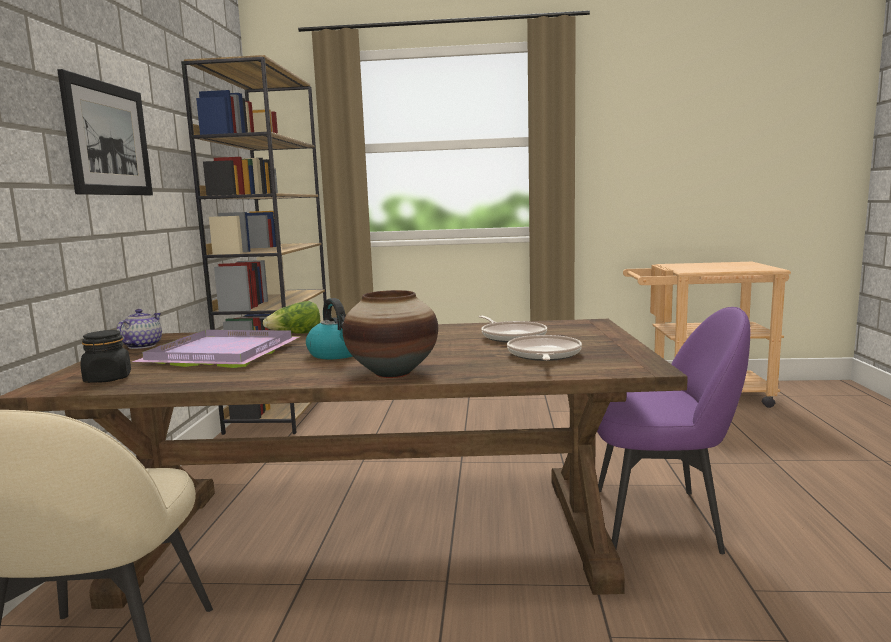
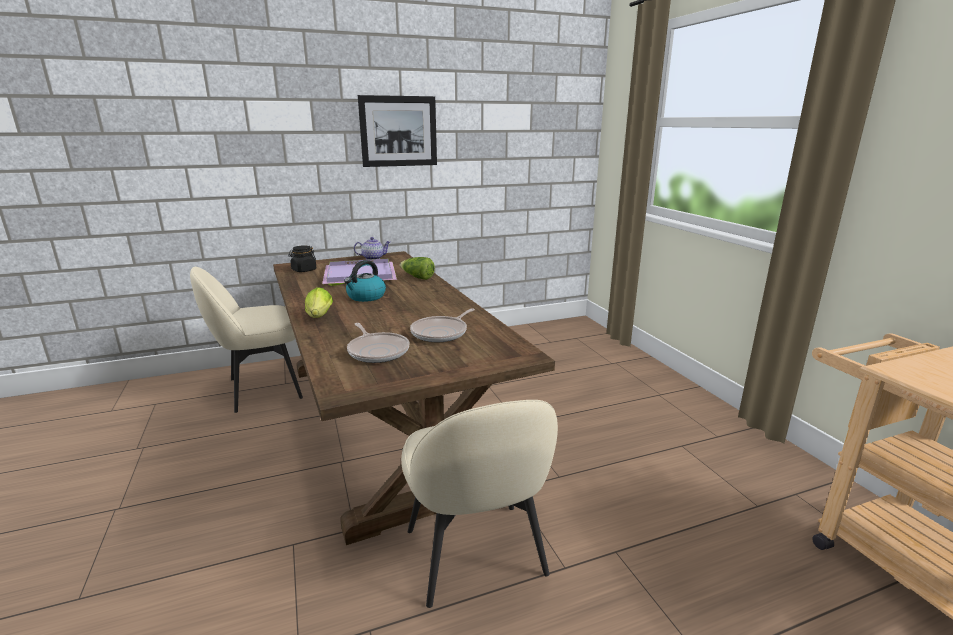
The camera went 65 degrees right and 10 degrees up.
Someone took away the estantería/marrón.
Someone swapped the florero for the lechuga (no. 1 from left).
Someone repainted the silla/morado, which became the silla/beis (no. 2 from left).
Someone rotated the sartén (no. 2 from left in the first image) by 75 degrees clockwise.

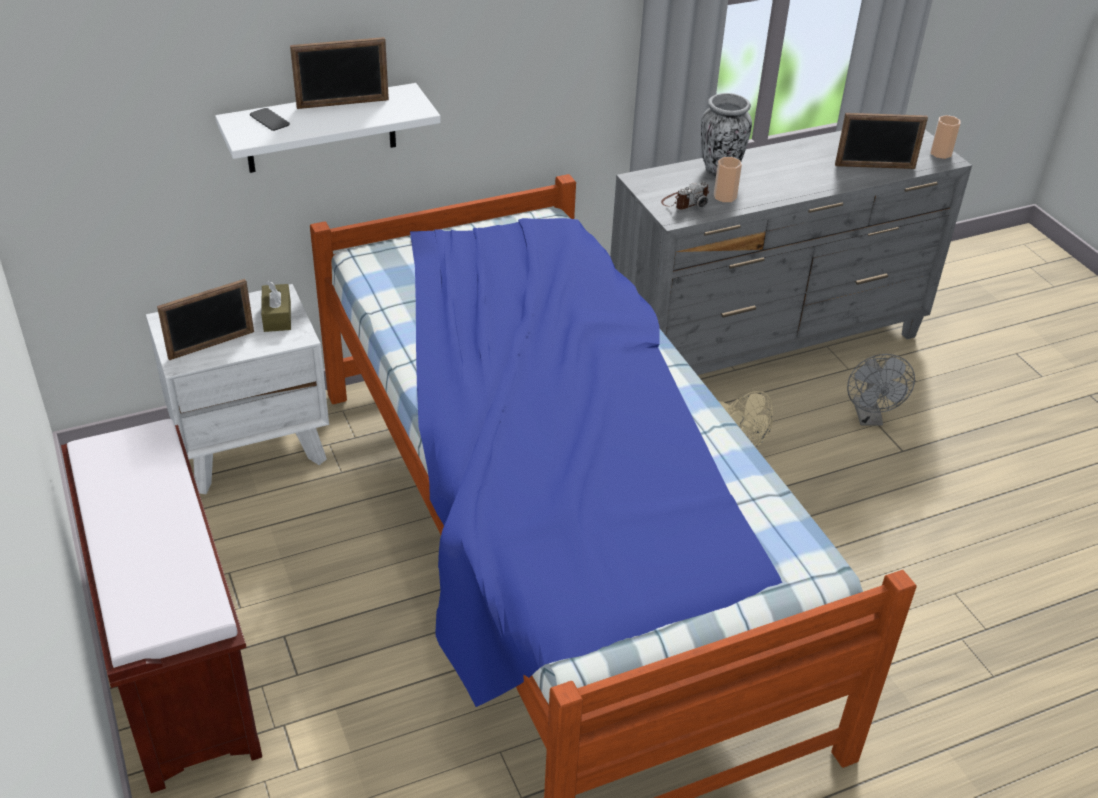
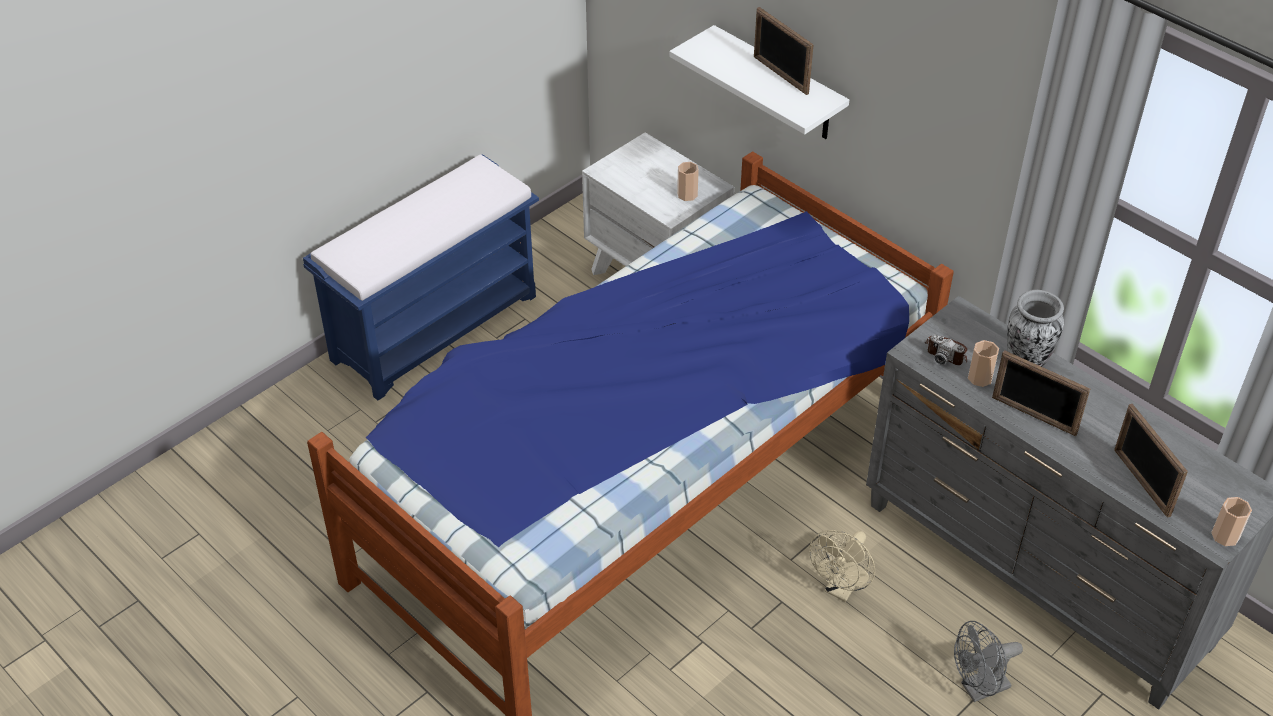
The camera went 70 degrees right and 5 degrees up.
Someone took away the móvil.
Someone carried the portarretratos (no. 1 from left in the first image).
Someone swapped the caja de pañuelos/marrón for the taza (no. 1 from left).
Someone repainted the banco/marrón, which became the banco/azul.

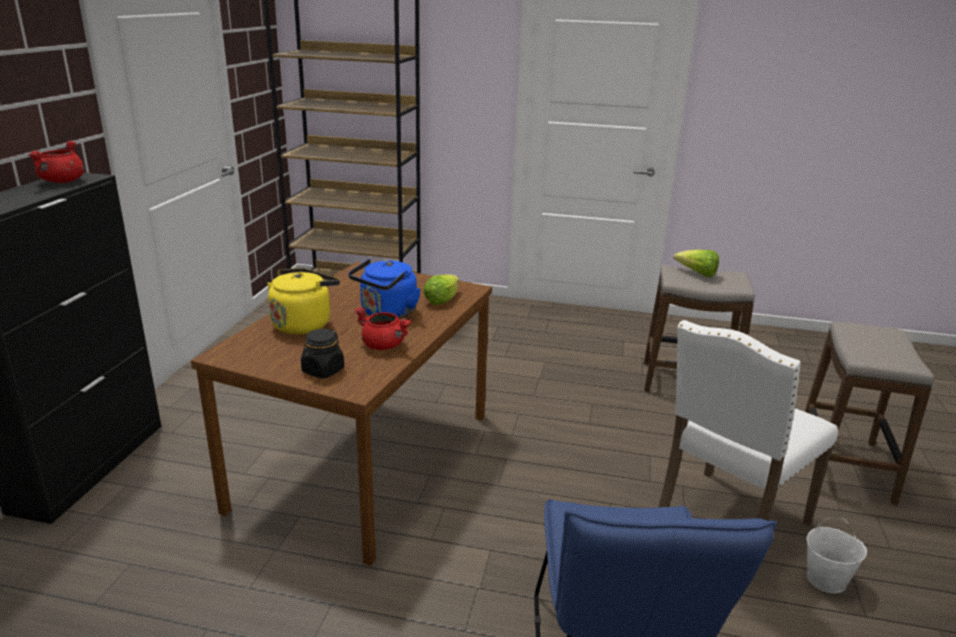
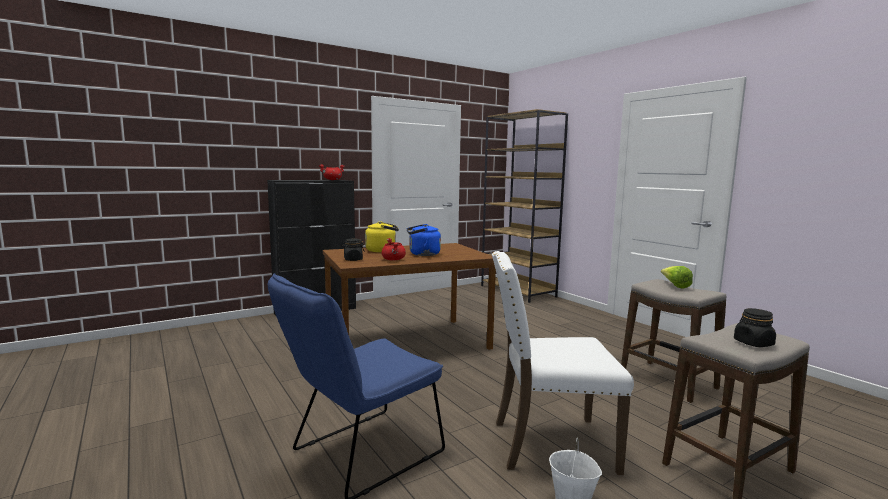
The camera went 45 degrees right and 15 degrees down.
Someone took away the lechuga (no. 1 from left).
Someone put down the tarro/negro (no. 2 from left).

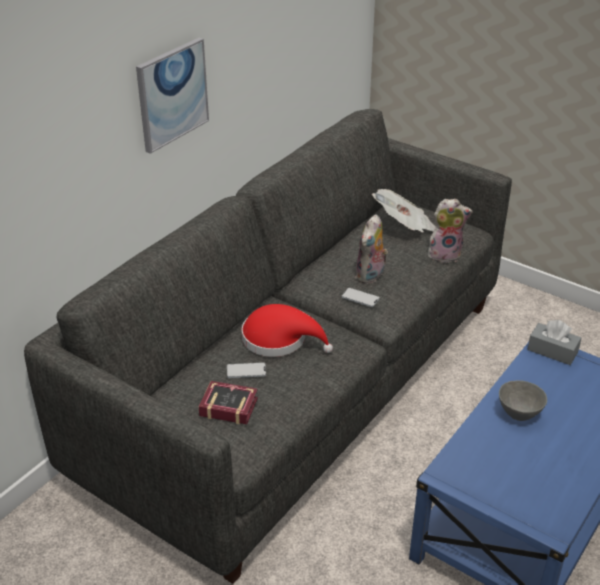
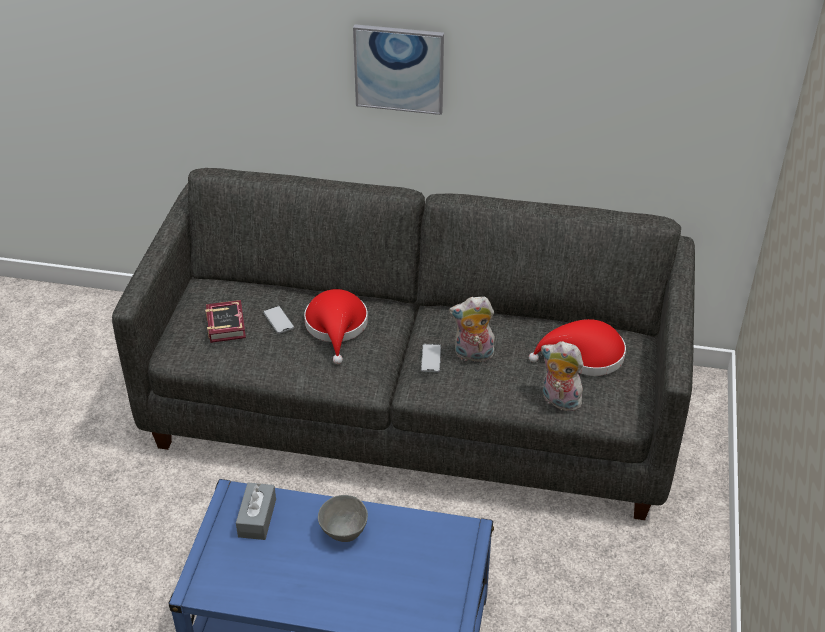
The camera went 65 degrees right and 5 degrees up.
Someone swapped the periódico for the sombrero/rojo (no. 2 from left).
Someone rotated the peluche (no. 2 from left) by 150 degrees clockwise.
Someone carried the caja de pañuelos/gris.

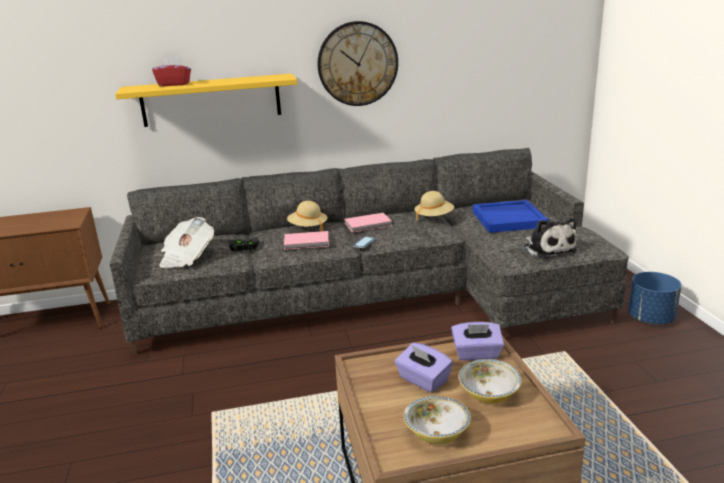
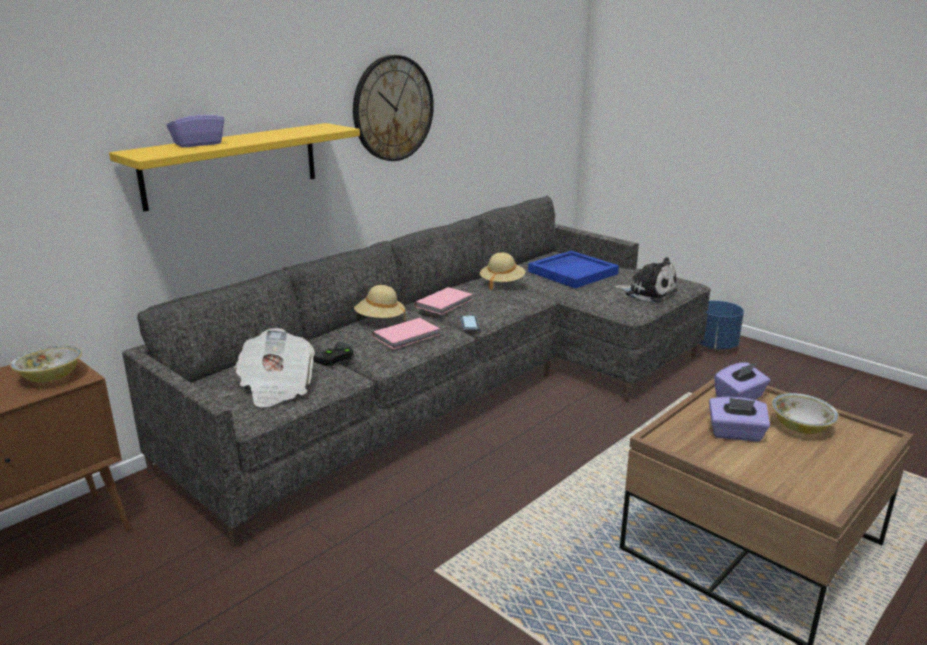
The camera went 35 degrees left and 0 degrees up.
Someone repainted the caja de pañuelos/rojo, which became the caja de pañuelos/morado (no. 1 from left).
Someone carried the cuenco (no. 1 from left).

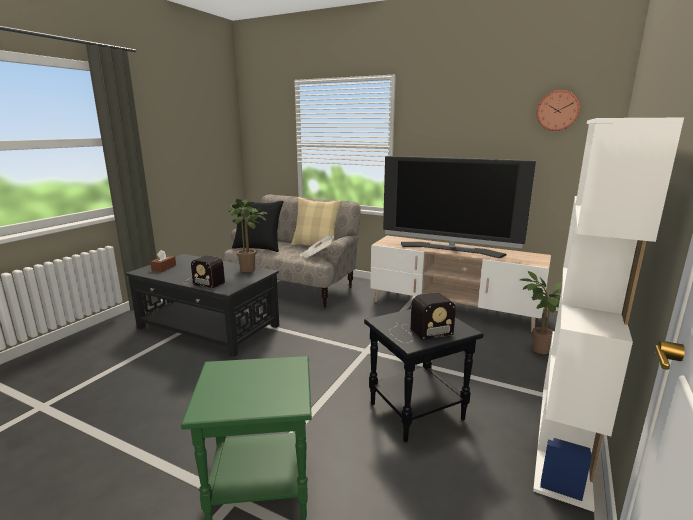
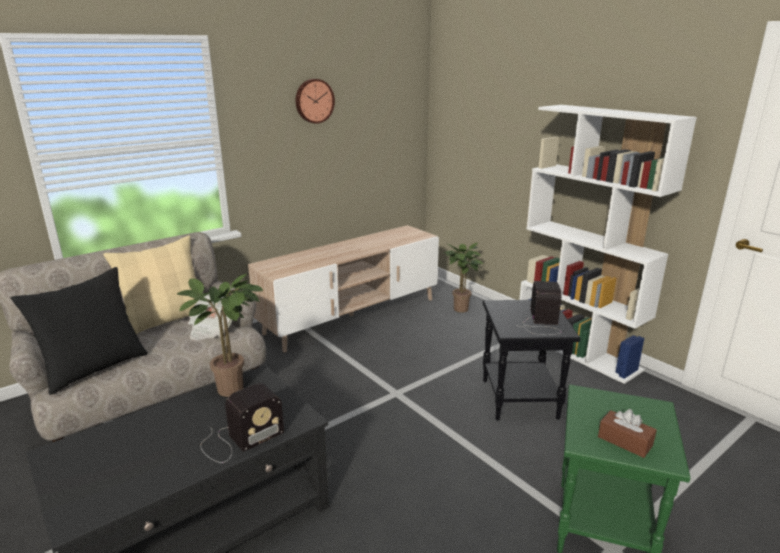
The camera went 65 degrees left and 5 degrees up.
Someone carried the reloj de pared.
Someone took away the televisor.
Someone carried the caja de pañuelos/marrón.

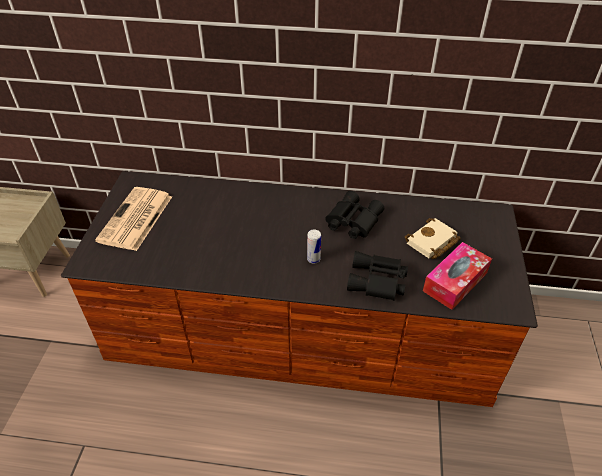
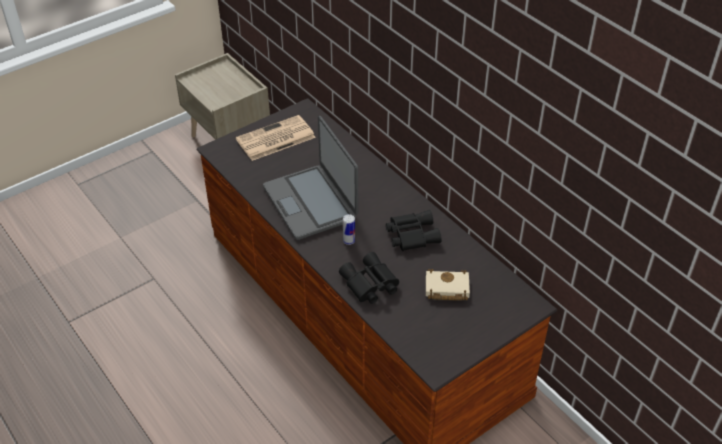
The camera went 45 degrees right and 0 degrees up.
Someone took away the caja de pañuelos.
Someone put down the portátil.

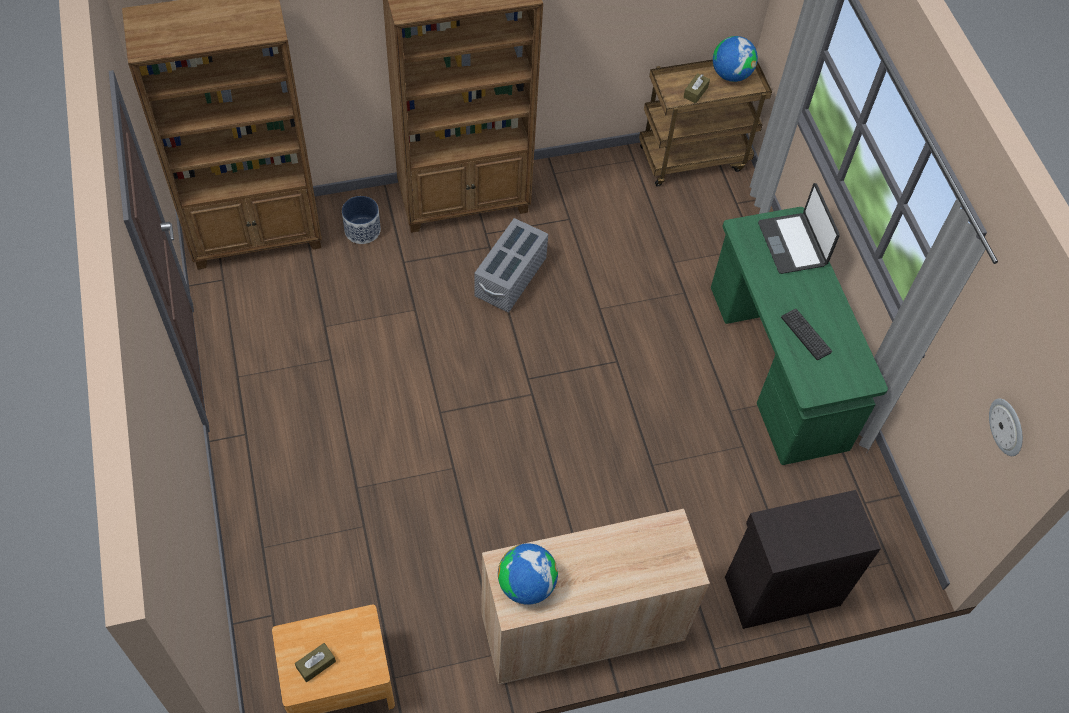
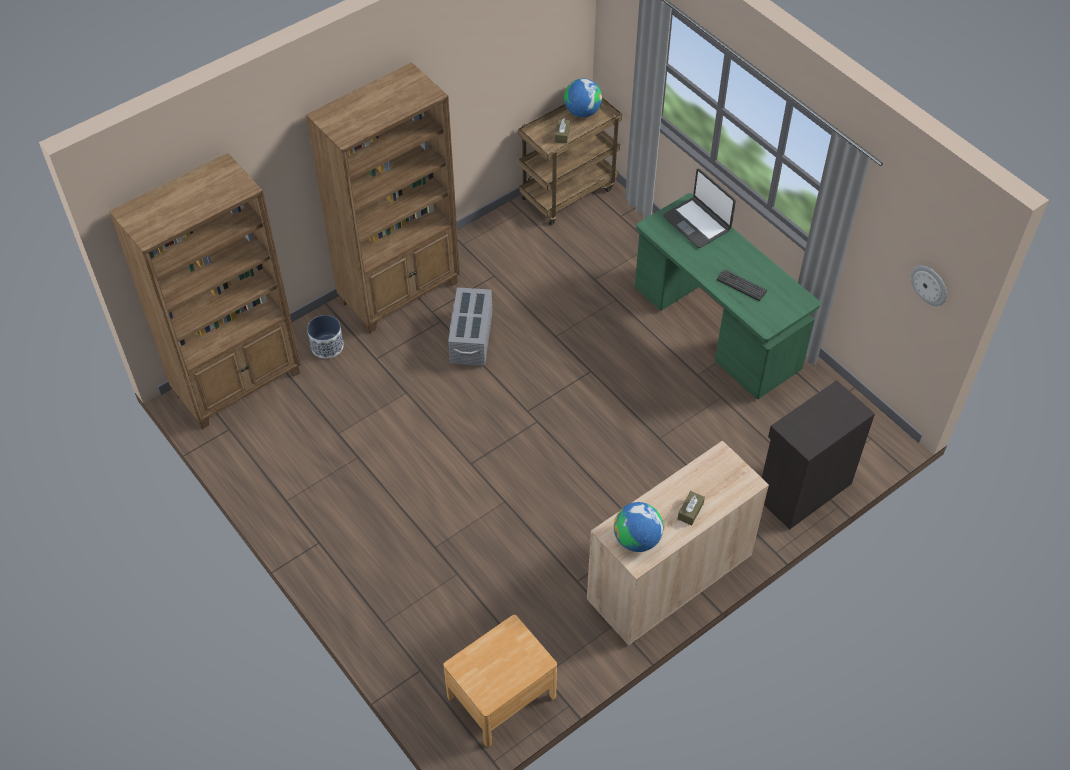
The camera went 20 degrees left and 5 degrees down.
Someone carried the caja de pañuelos/marrón (no. 1 from left in the first image).

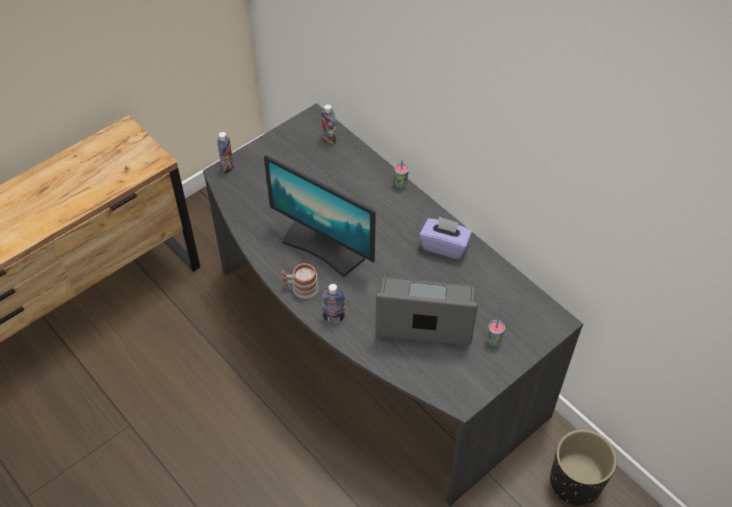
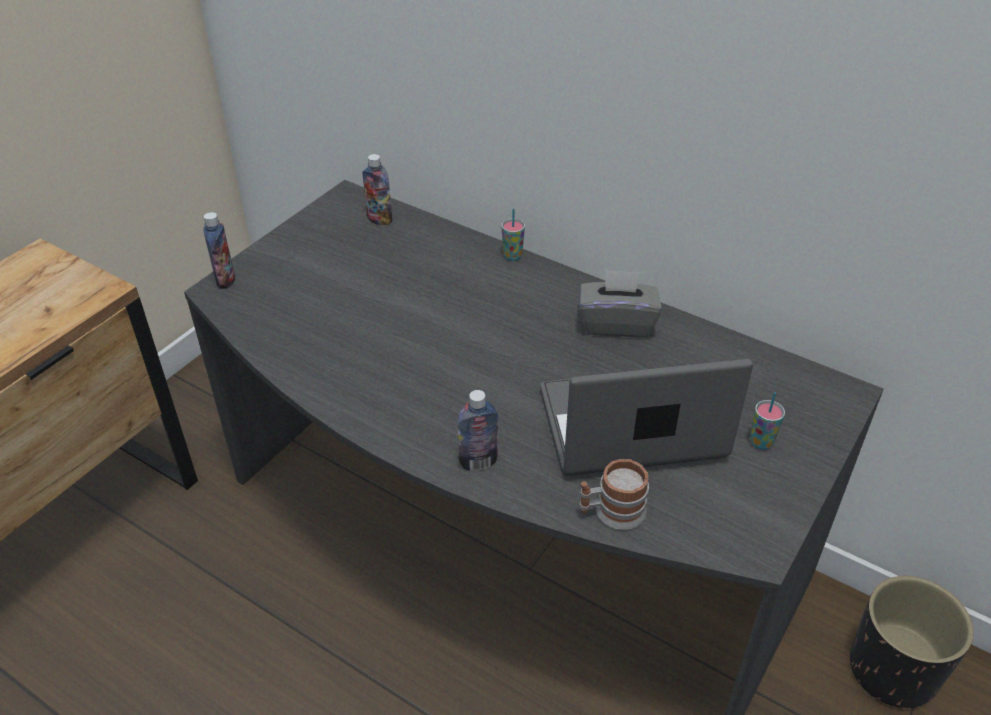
The camera went 15 degrees left and 10 degrees down.
Someone took away the monitor.
Someone repainted the caja de pañuelos/morado, which became the caja de pañuelos/gris.
Someone carried the taza grande.

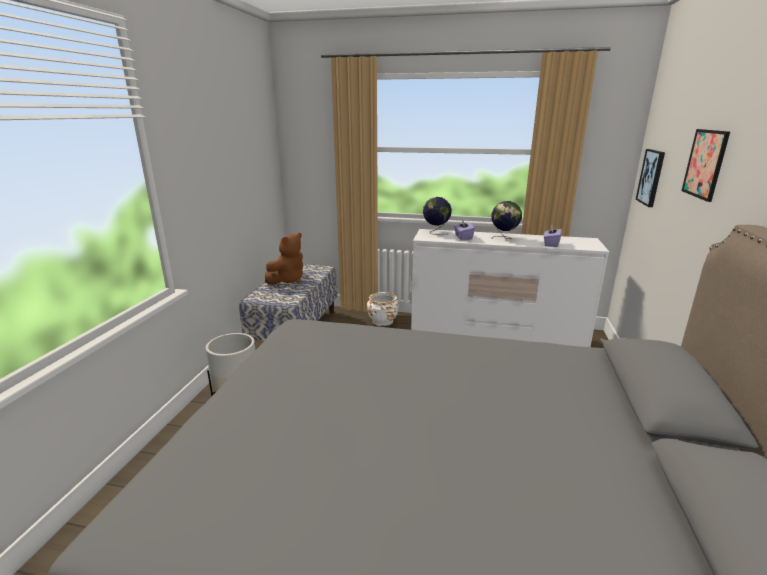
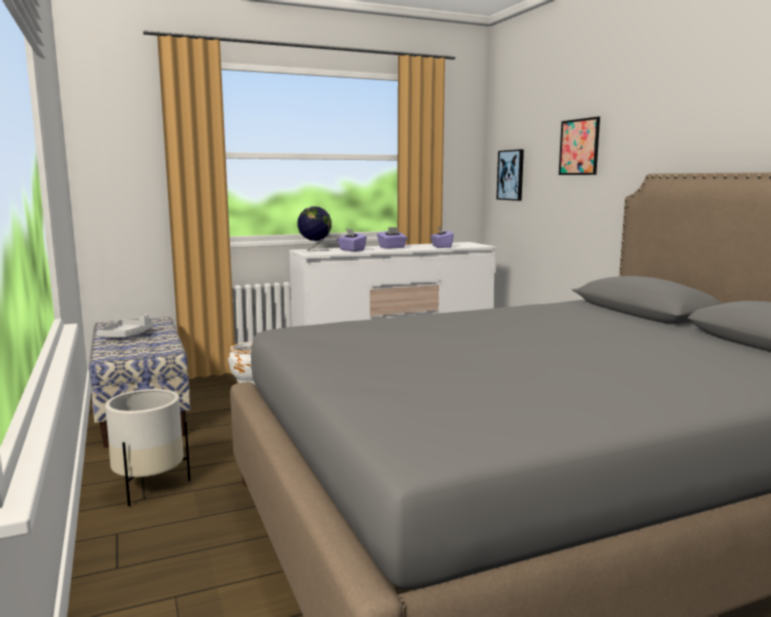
The camera went 35 degrees left and 10 degrees down.
Someone swapped the globo terráqueo (no. 2 from left) for the caja de pañuelos/morado (no. 2 from left).
Someone swapped the peluche/marrón for the bandeja/gris.

